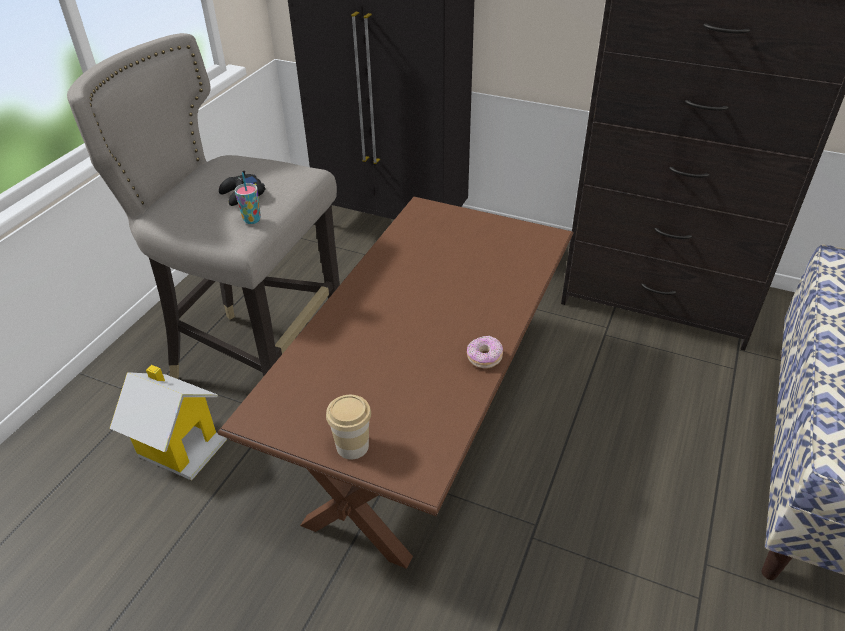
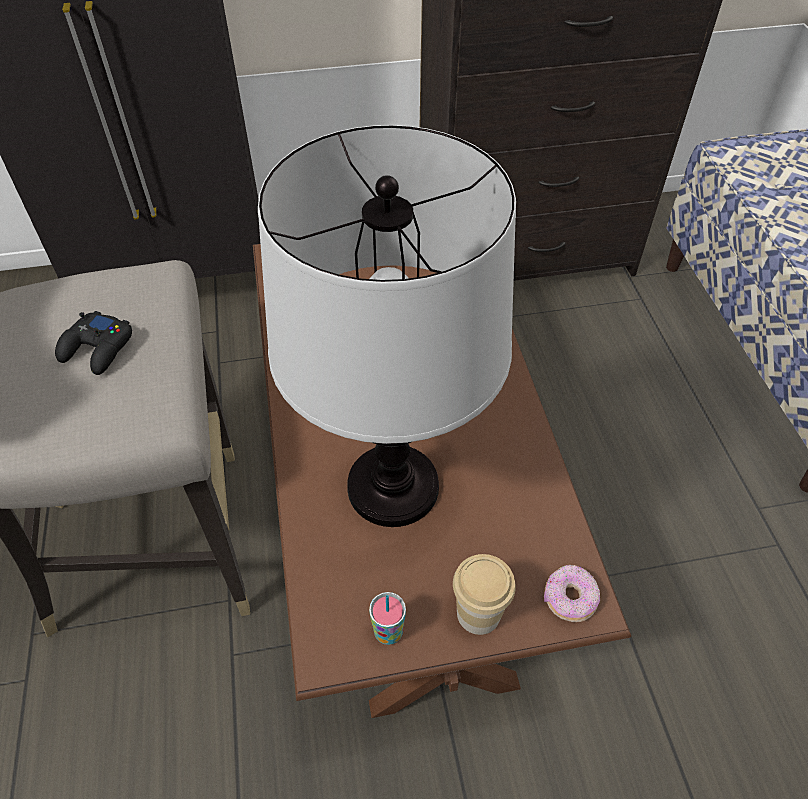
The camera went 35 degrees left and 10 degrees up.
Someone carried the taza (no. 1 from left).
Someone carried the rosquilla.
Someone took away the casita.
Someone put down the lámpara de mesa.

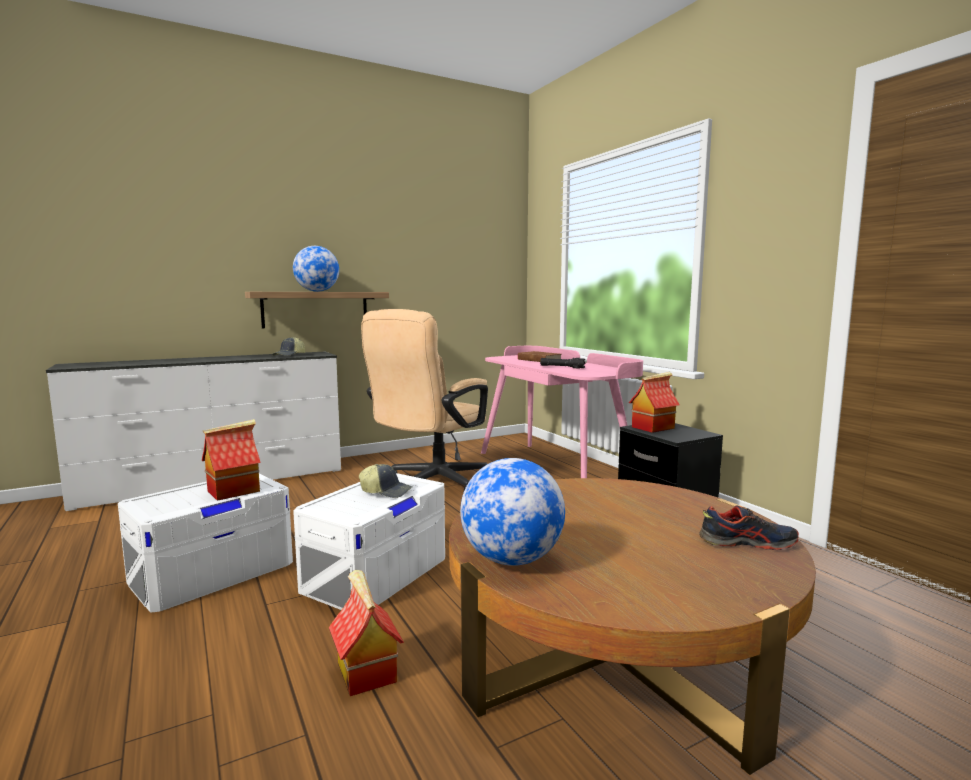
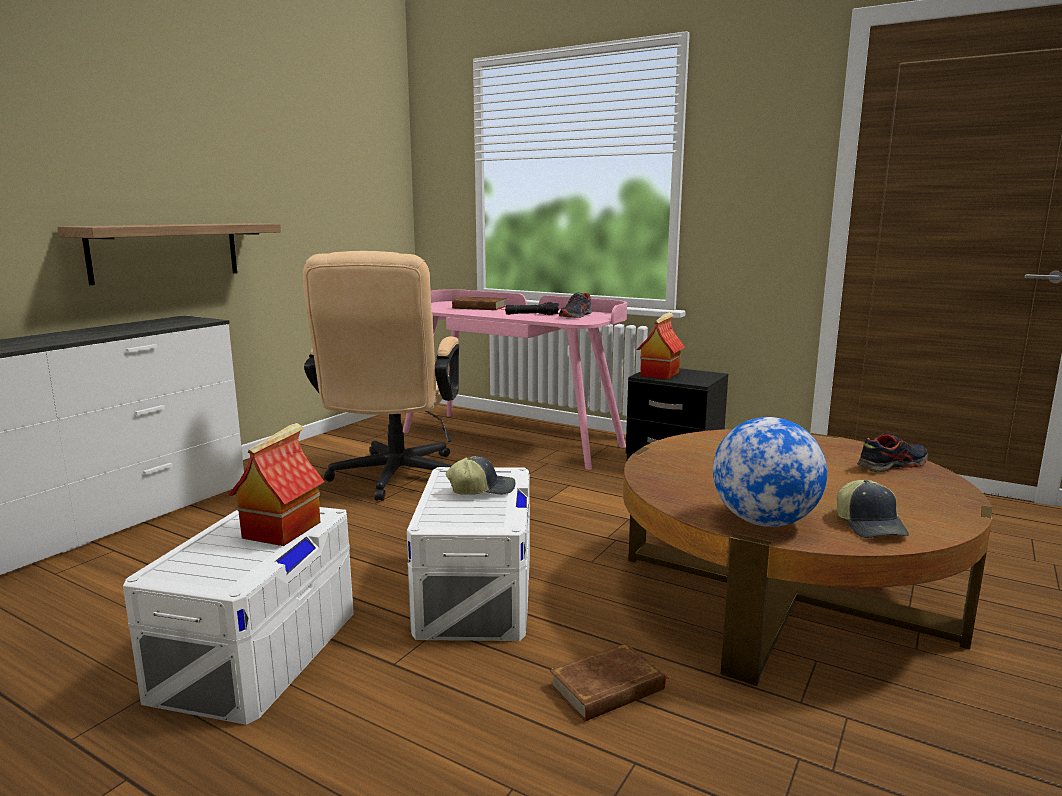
The camera went 30 degrees left and 5 degrees up.
Someone took away the globo terráqueo (no. 1 from left).
Someone carried the gorra (no. 1 from left in the first image).
Someone swapped the casita (no. 2 from left) for the libro/marrón (no. 2 from left).
Someone put down the zapato (no. 1 from left).

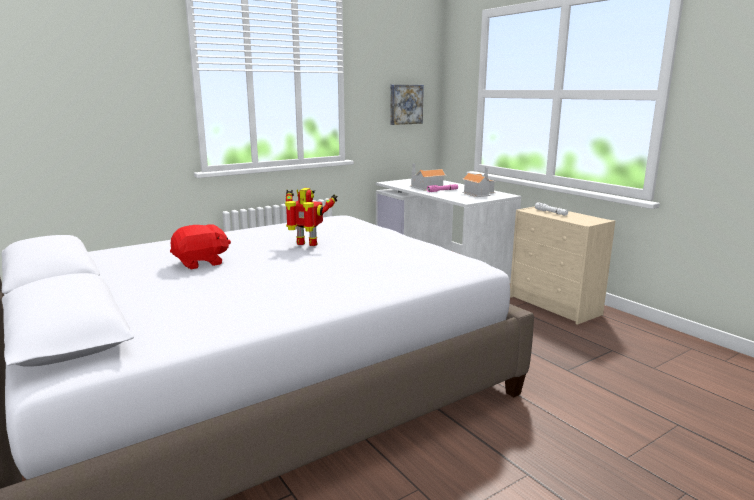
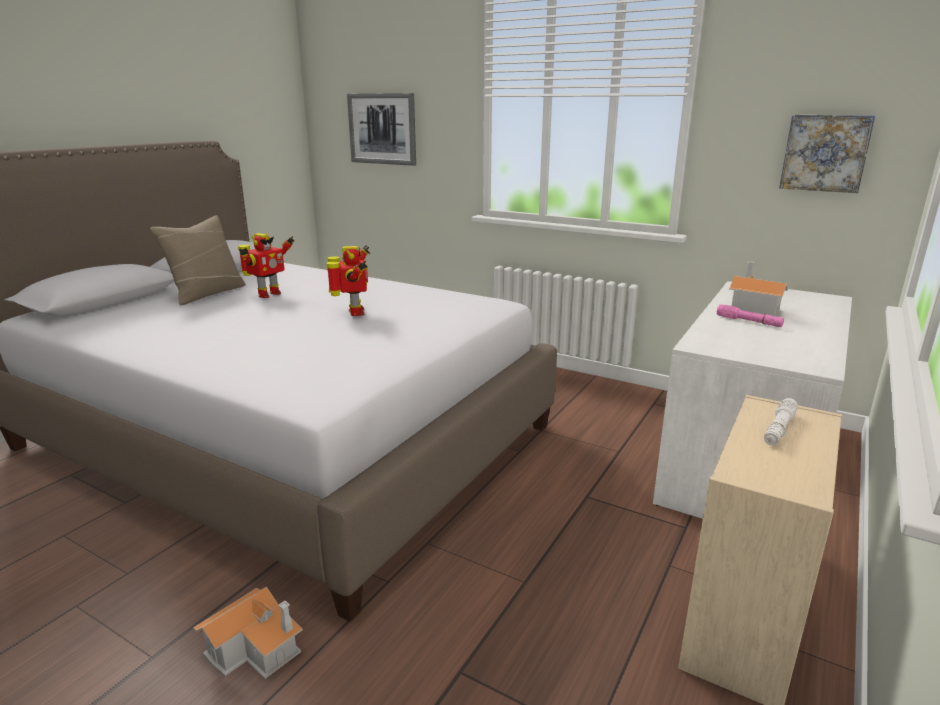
The camera went 65 degrees right and 5 degrees up.
Someone carried the casita (no. 2 from left in the first image).
Someone swapped the peluche/rojo for the robot de juguete (no. 1 from left).
Someone put up the cuadro (no. 1 from left).
Someone put down the cojín/beis.

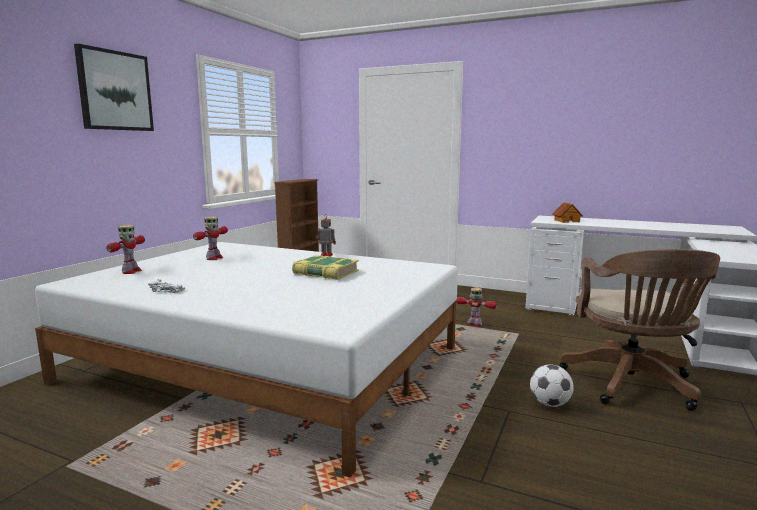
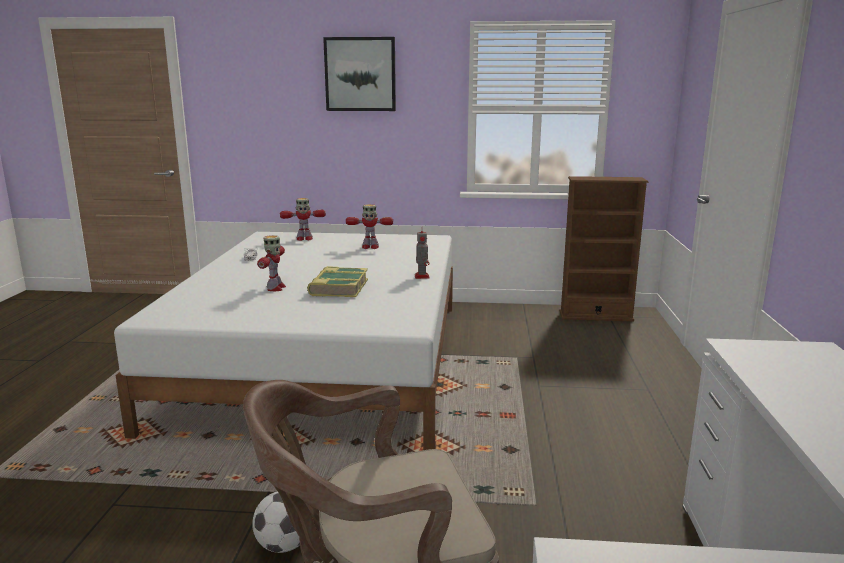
The camera went 70 degrees right and 5 degrees up.
Someone took away the casita.
Someone carried the robot de juguete (no. 4 from left in the first image).

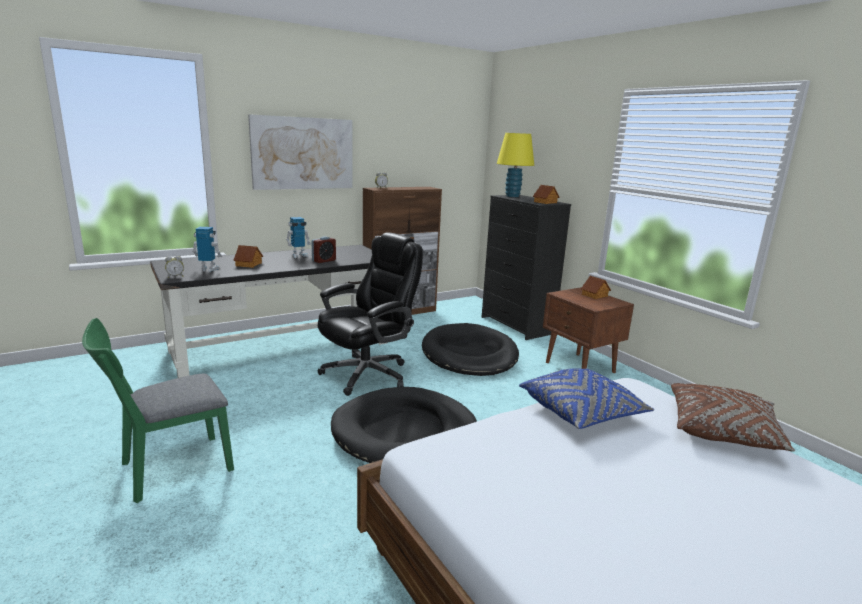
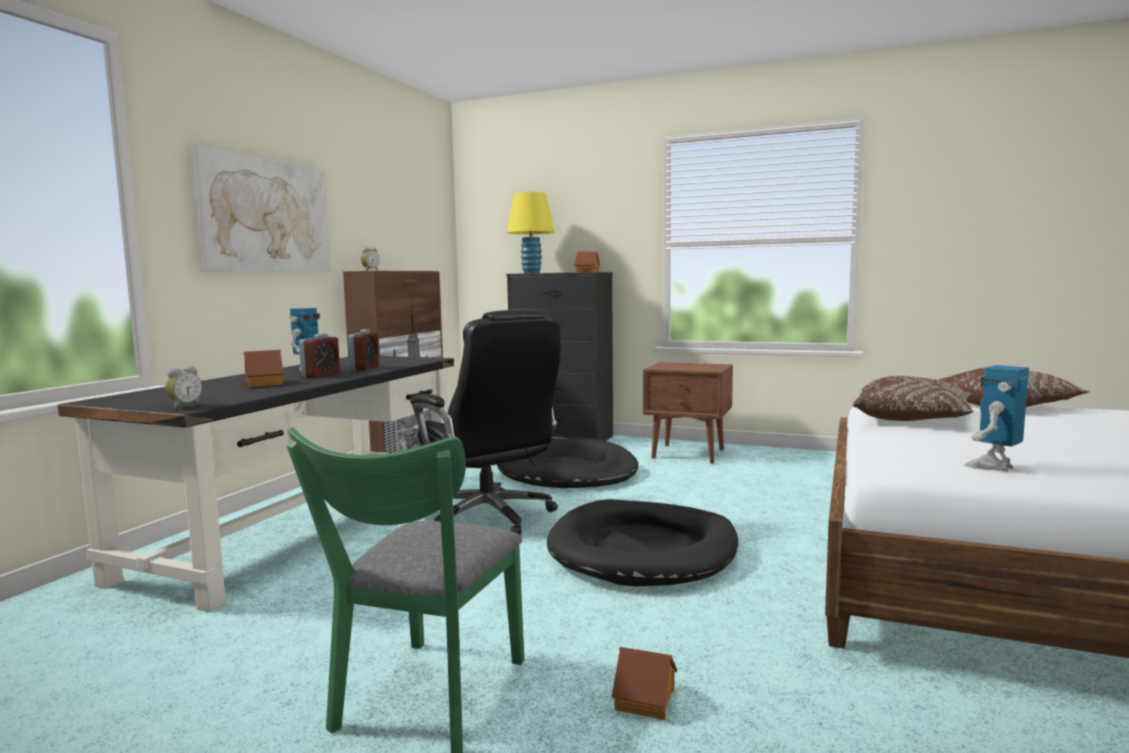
The camera went 35 degrees left and 10 degrees down.
Someone carried the robot de juguete (no. 1 from left in the first image).
Someone rotated the silla de oficina/negro by 135 degrees clockwise.
Someone carried the casita (no. 3 from left).
Someone repainted the cojín/azul, which became the cojín/marrón (no. 1 from left).
Someone put down the despertador (no. 2 from left).

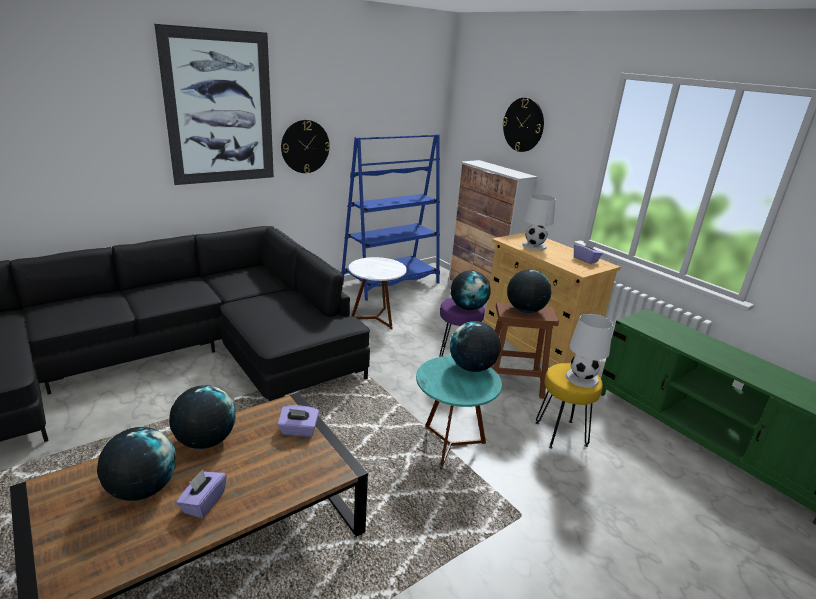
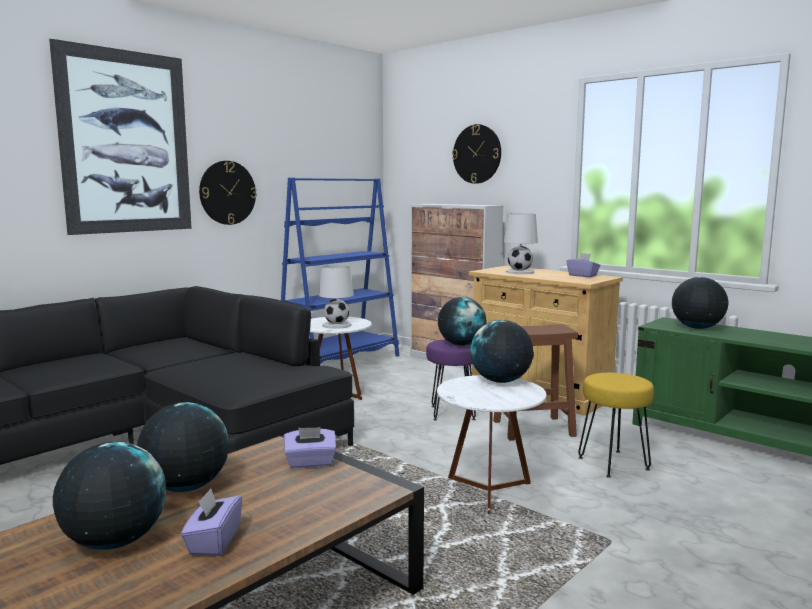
The camera went 10 degrees left and 15 degrees down.
Someone carried the globo terráqueo (no. 5 from left).
Someone carried the lámpara de mesa/blanco (no. 2 from left in the first image).
Someone repainted the mesa auxiliar/turquesa, which became the mesa auxiliar/blanco (no. 2 from left).

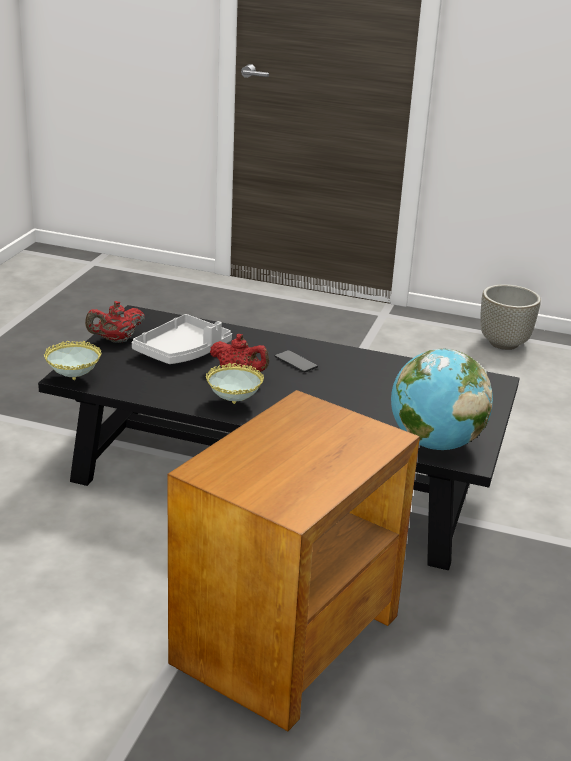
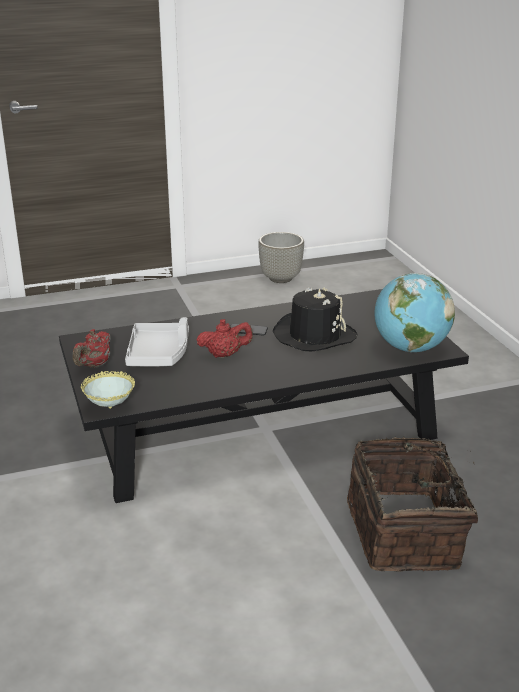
The camera went 35 degrees left and 0 degrees up.
Someone took away the cuenco (no. 2 from left).
Someone swapped the mesa auxiliar/marrón for the cesta.
Someone put down the sombrero/negro.

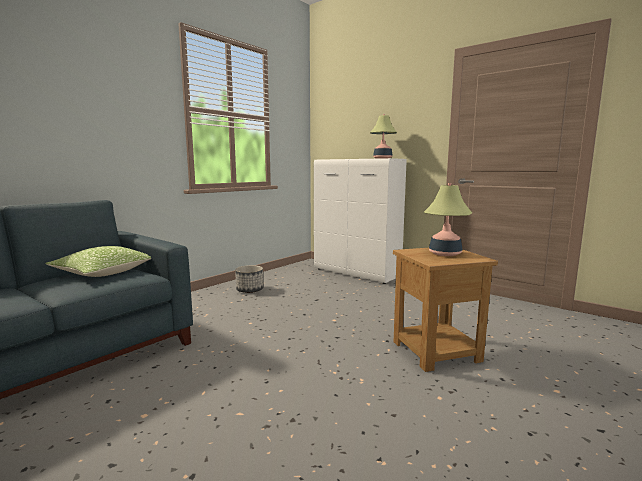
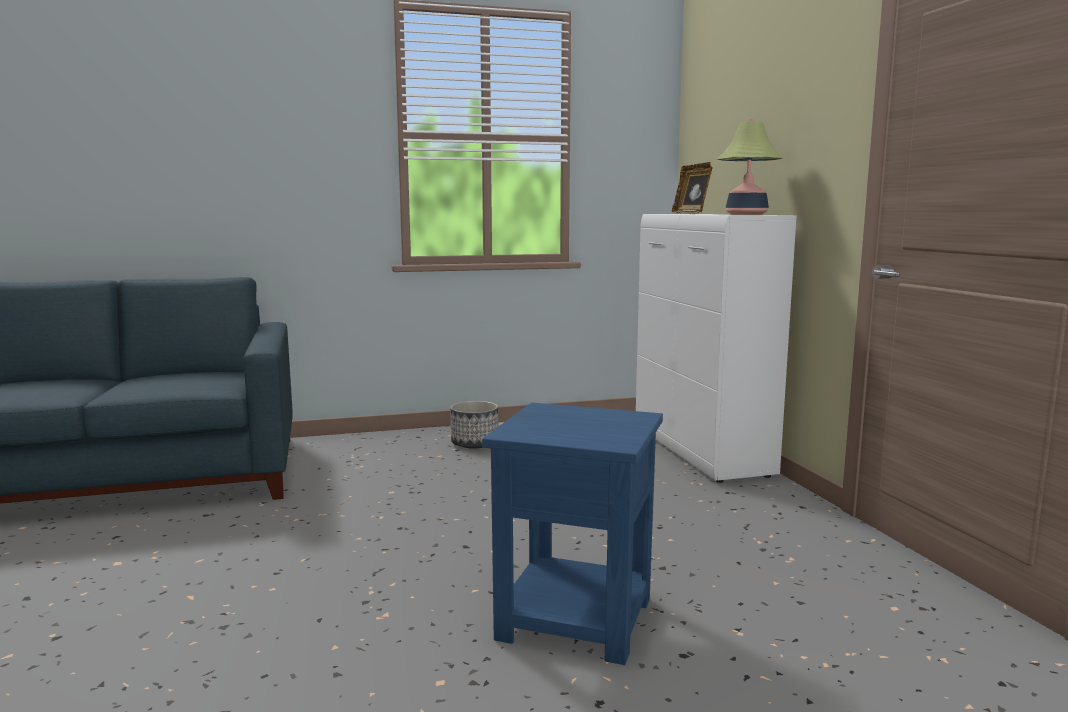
The camera went 35 degrees right and 0 degrees up.
Someone took away the lámpara de mesa (no. 2 from left).
Someone took away the cojín.
Someone repainted the mesa auxiliar/marrón, which became the mesa auxiliar/azul.
Someone put down the portarretratos.

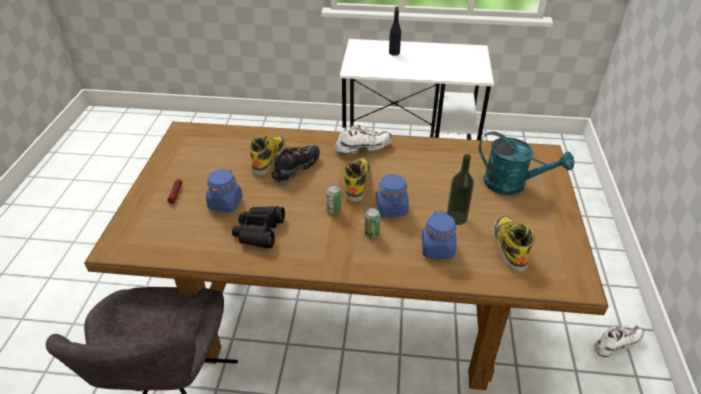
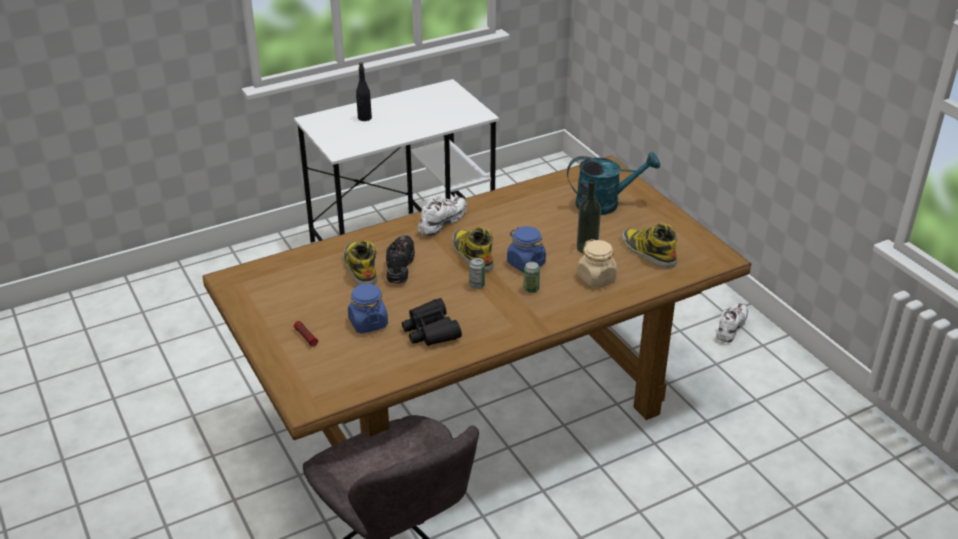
The camera went 35 degrees left and 5 degrees down.
Someone repainted the tarro/azul (no. 3 from left), which became the tarro/beis.

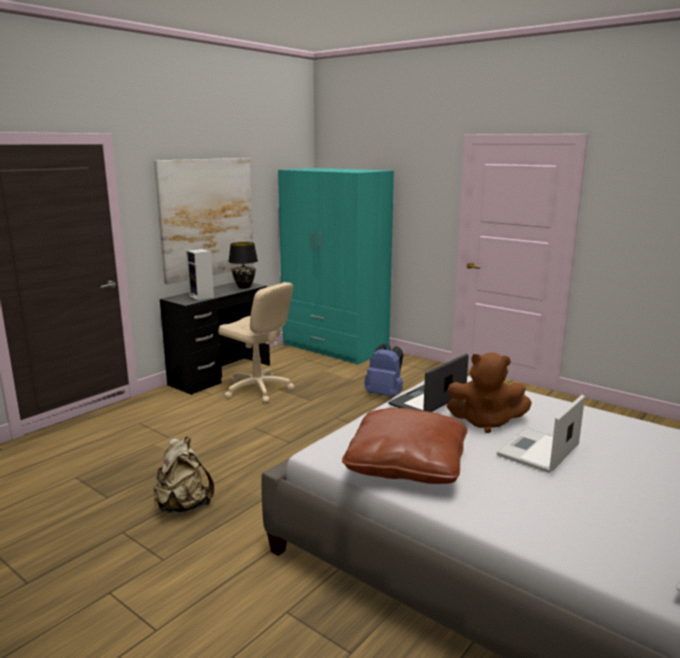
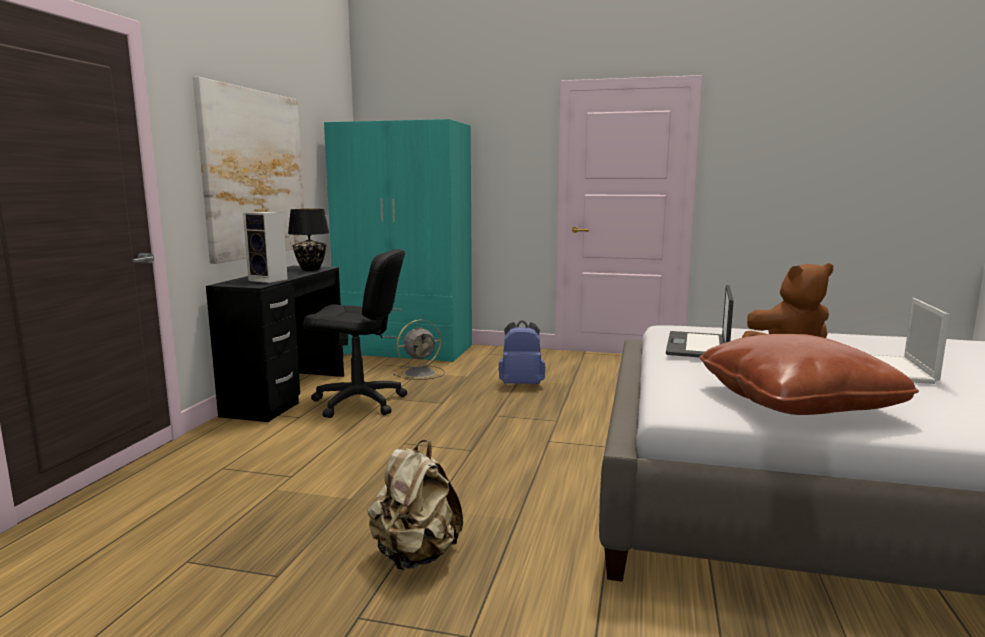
The camera went 25 degrees left and 5 degrees down.
Someone repainted the silla de oficina/beis, which became the silla de oficina/negro.
Someone put down the ventilador/gris.

